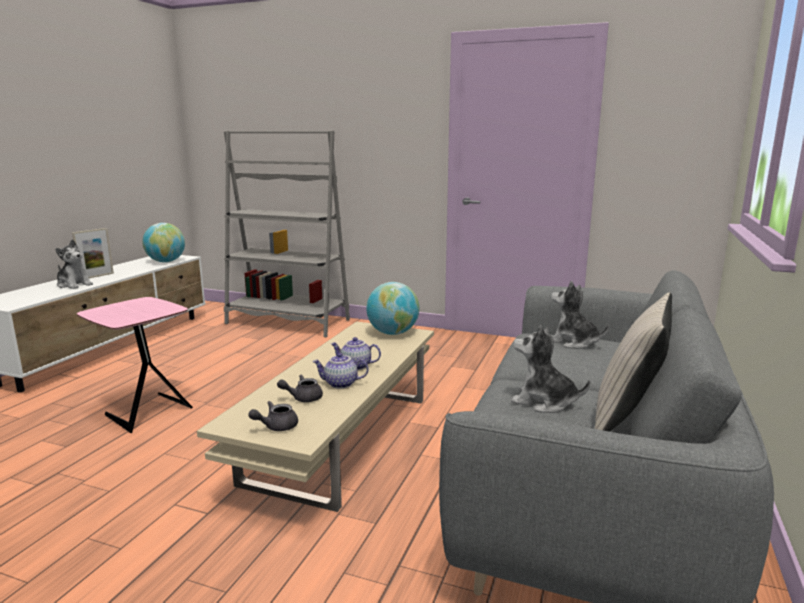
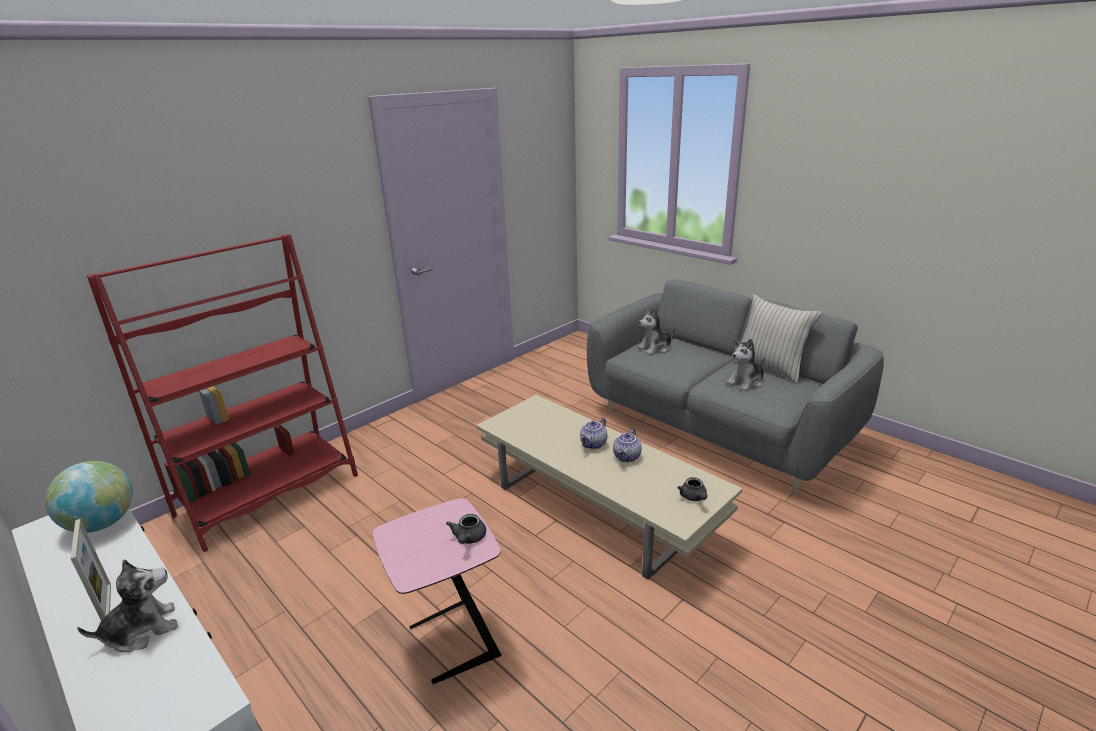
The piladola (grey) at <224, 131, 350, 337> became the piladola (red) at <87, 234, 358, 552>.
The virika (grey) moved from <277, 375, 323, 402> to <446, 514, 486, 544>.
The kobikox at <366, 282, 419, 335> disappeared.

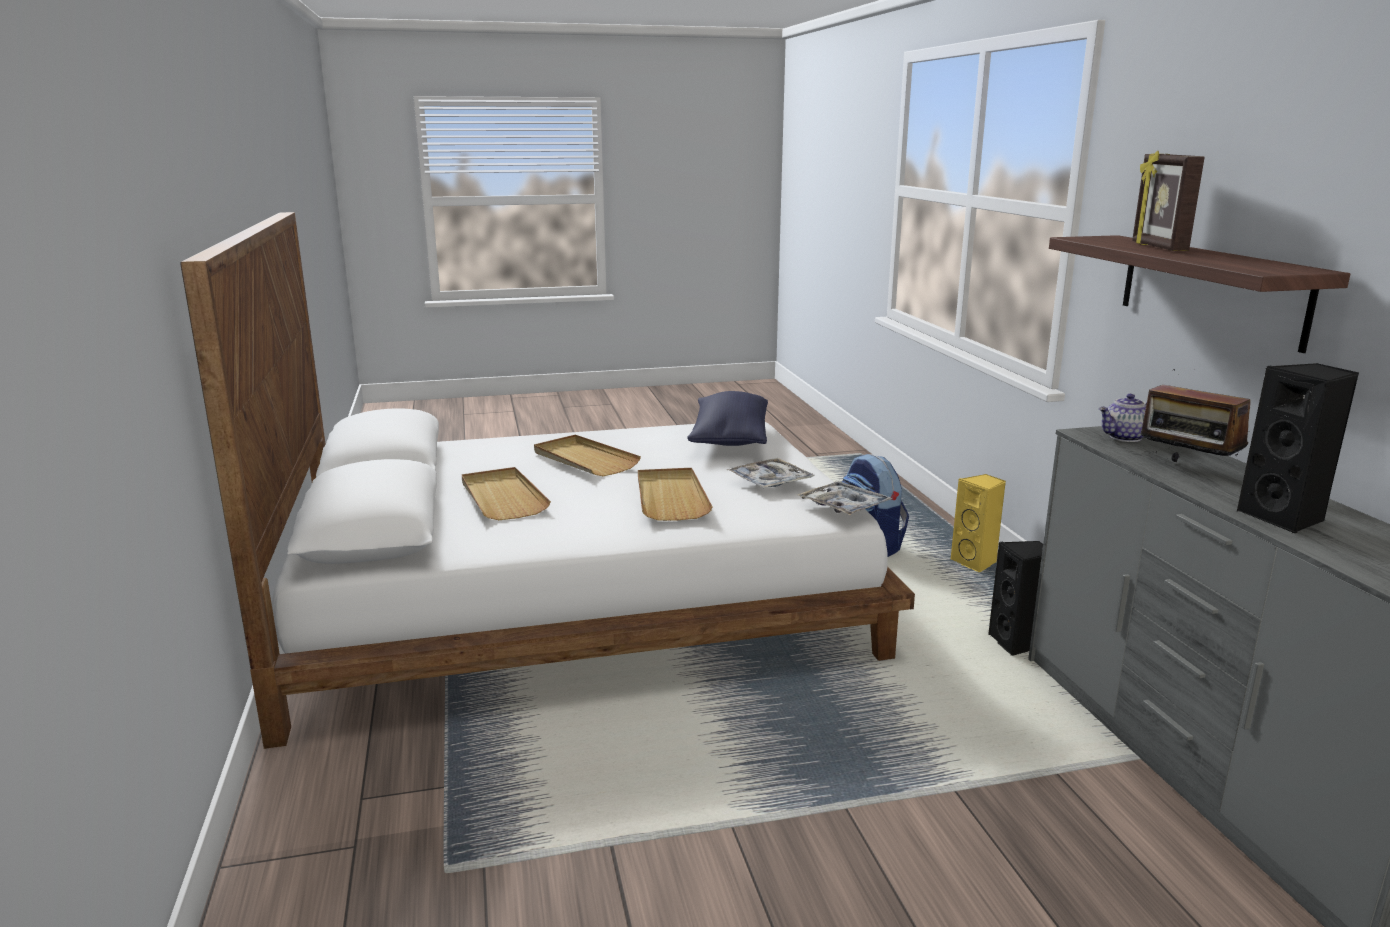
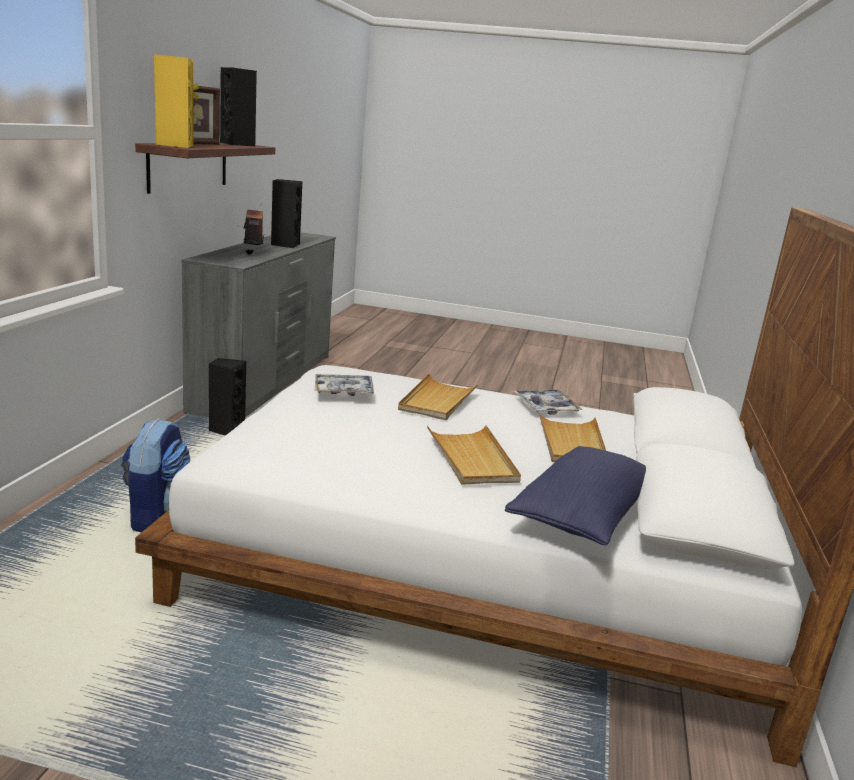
The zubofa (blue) moved from <687, 391, 768, 446> to <505, 446, 646, 545>.
The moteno moved from <798, 481, 893, 515> to <514, 389, 583, 415>.
The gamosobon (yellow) moved from <950, 474, 1006, 573> to <154, 54, 193, 148>.
The virika at <1099, 394, 1147, 442> disappeared.
The gamosobon (black) at <220, 67, 257, 146> appeared.

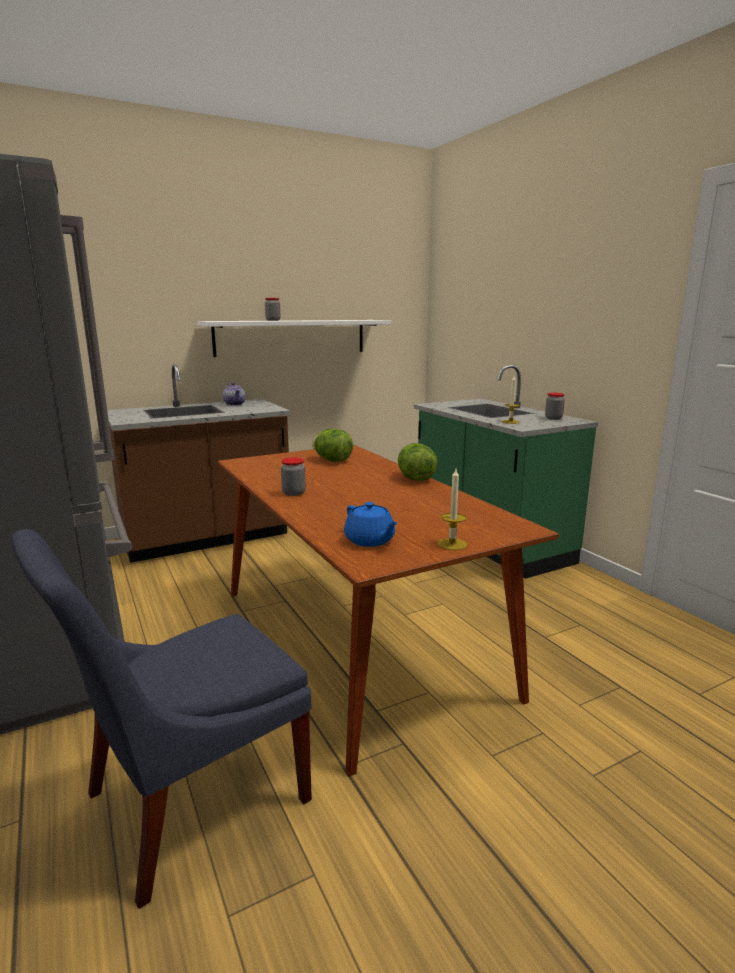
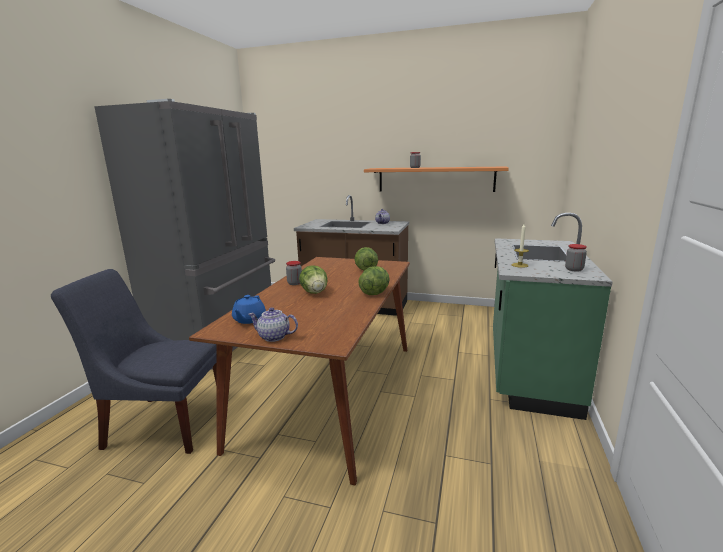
The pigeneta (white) at <197, 320, 391, 357> became the pigeneta (orange) at <364, 166, 509, 192>.
The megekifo at <438, 469, 467, 550> was replaced by the virika at <248, 307, 298, 342>.
The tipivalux at <299, 265, 327, 294> appeared.

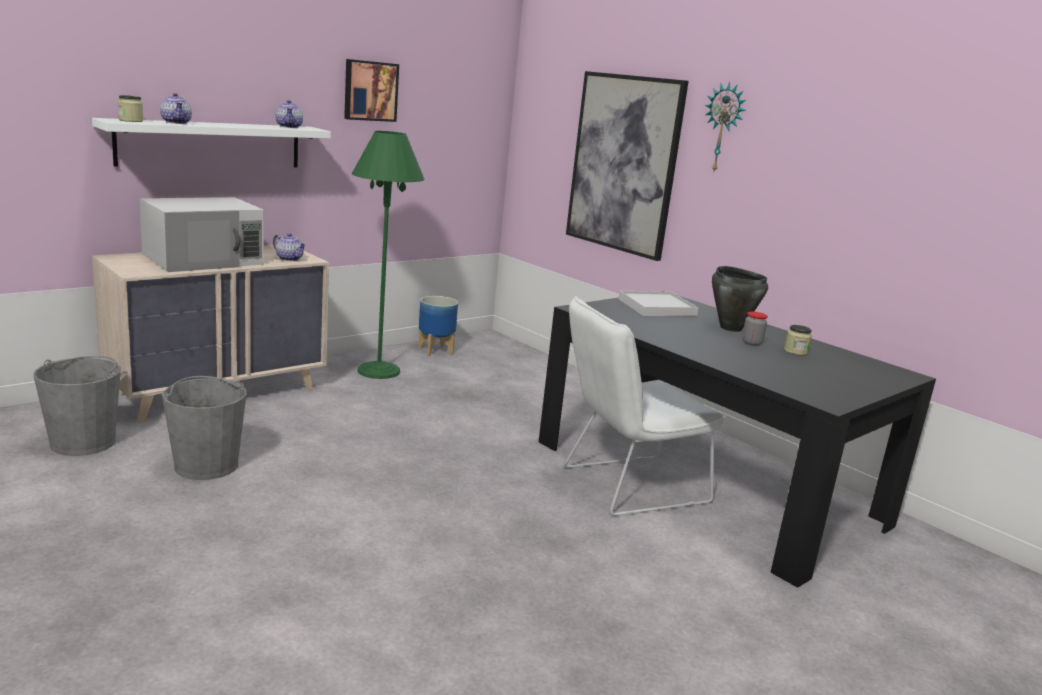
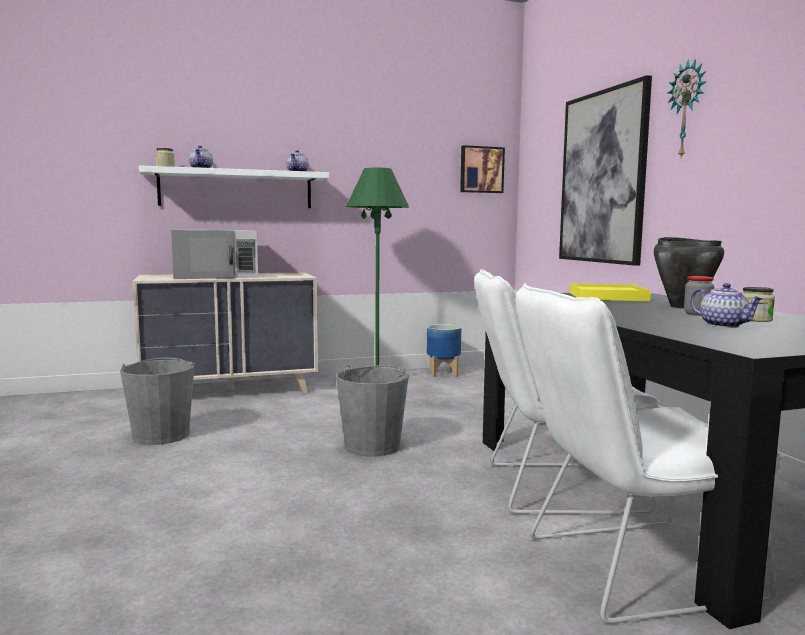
The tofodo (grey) moved from <33, 356, 121, 456> to <336, 365, 409, 457>.
The virika moved from <273, 233, 306, 261> to <690, 283, 764, 328>.
The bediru moved from <344, 59, 399, 122> to <460, 145, 505, 193>.
The moteno (white) at <619, 291, 698, 316> became the moteno (yellow) at <570, 284, 651, 301>.
The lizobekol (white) at <516, 283, 784, 624> appeared.

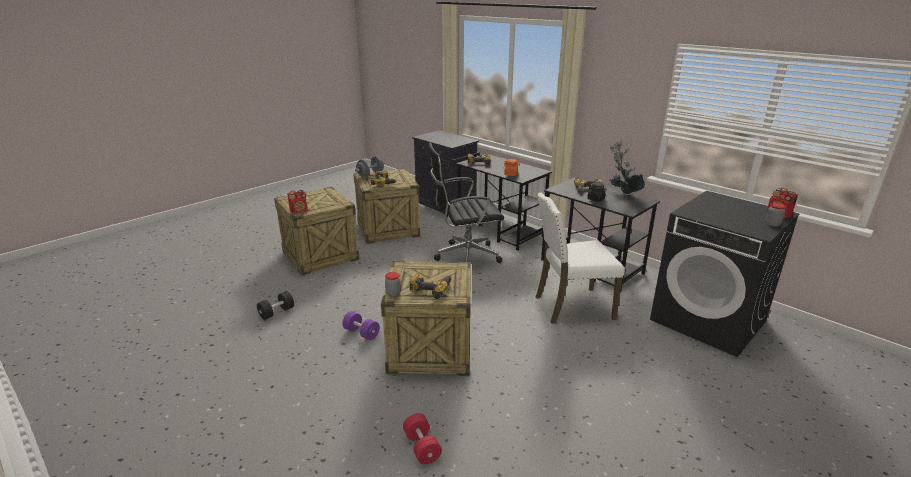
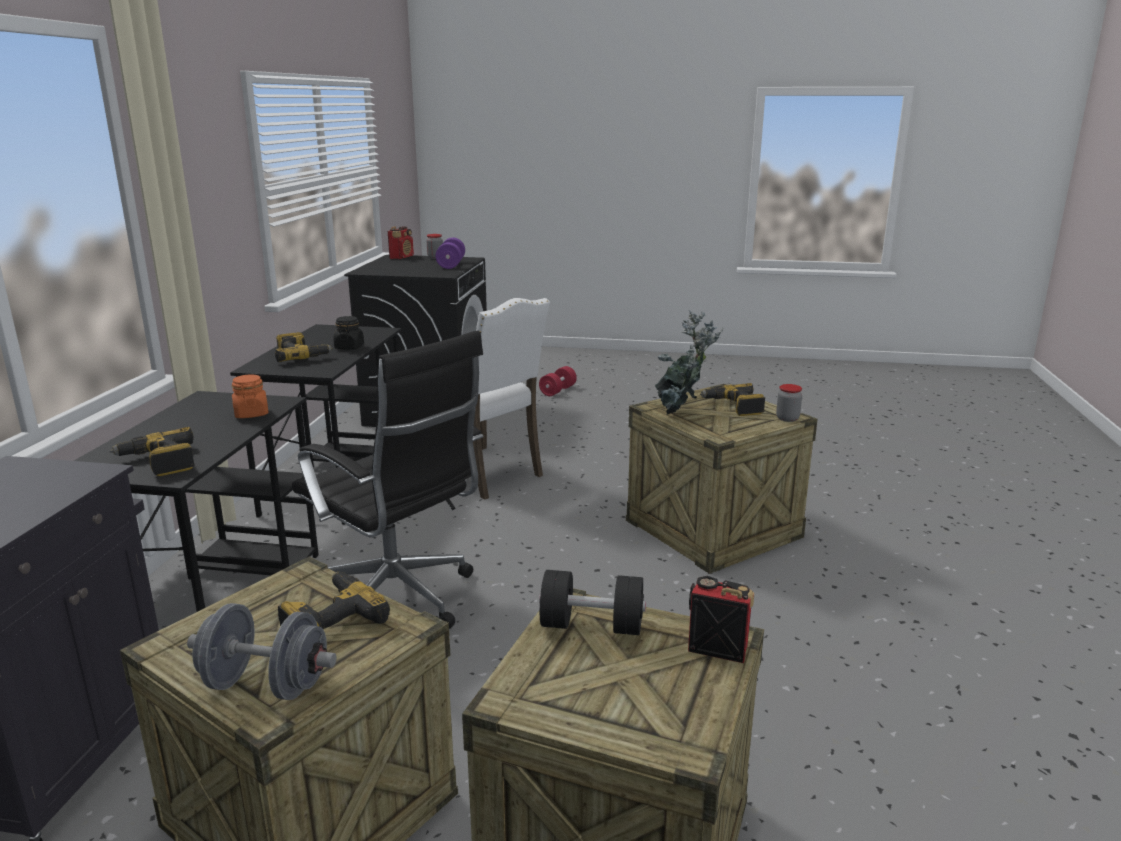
The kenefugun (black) moved from <257, 291, 294, 320> to <539, 570, 646, 635>.
The kenefugun (purple) moved from <342, 311, 380, 340> to <436, 237, 465, 269>.
The kenefugun (red) moved from <403, 413, 442, 464> to <539, 366, 577, 396>.
The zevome moved from <609, 140, 645, 195> to <655, 310, 723, 415>.

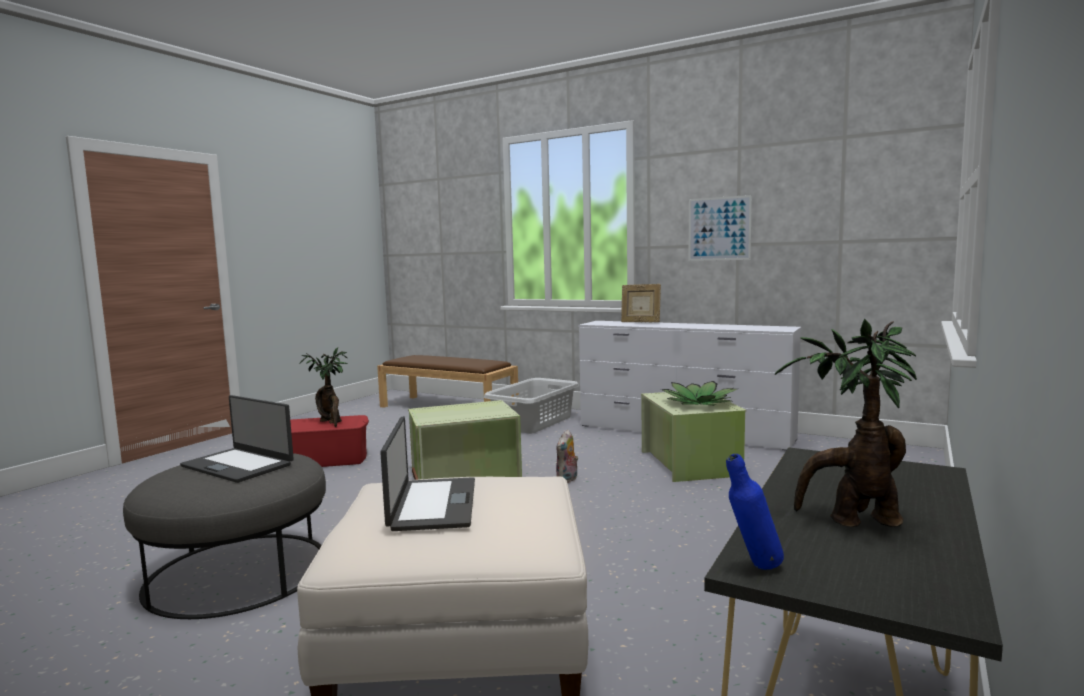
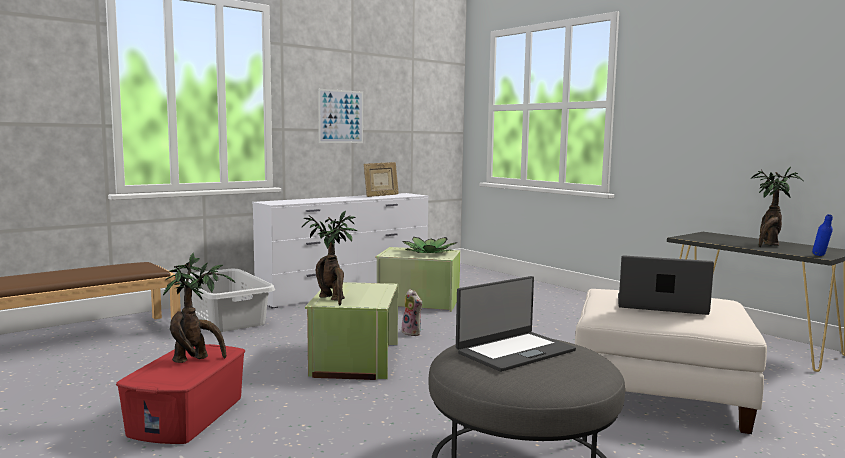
The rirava moved from <621, 284, 661, 322> to <364, 162, 399, 197>.
The zevome at <301, 211, 357, 306> appeared.

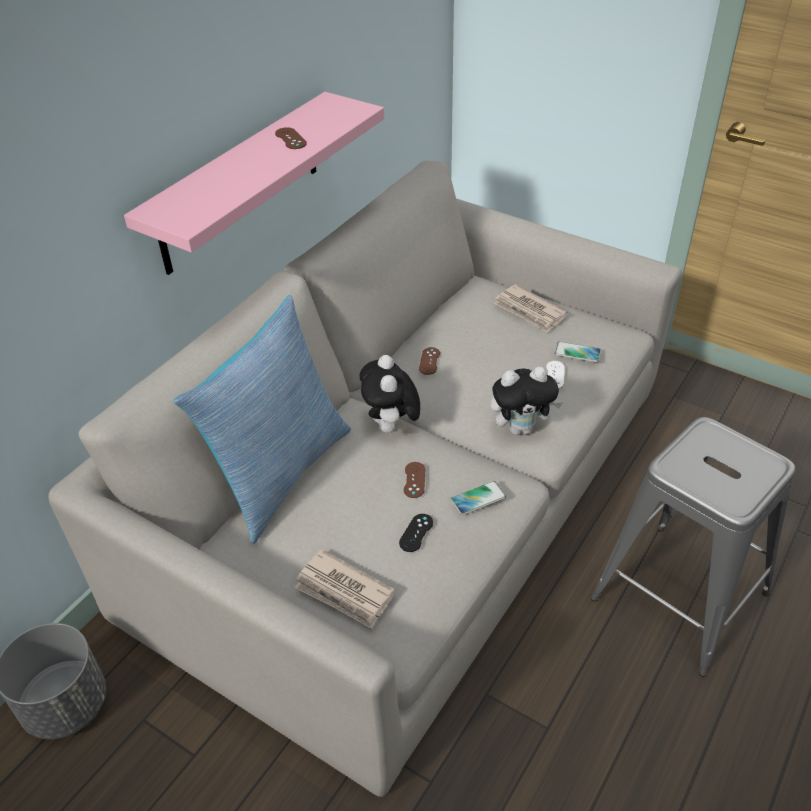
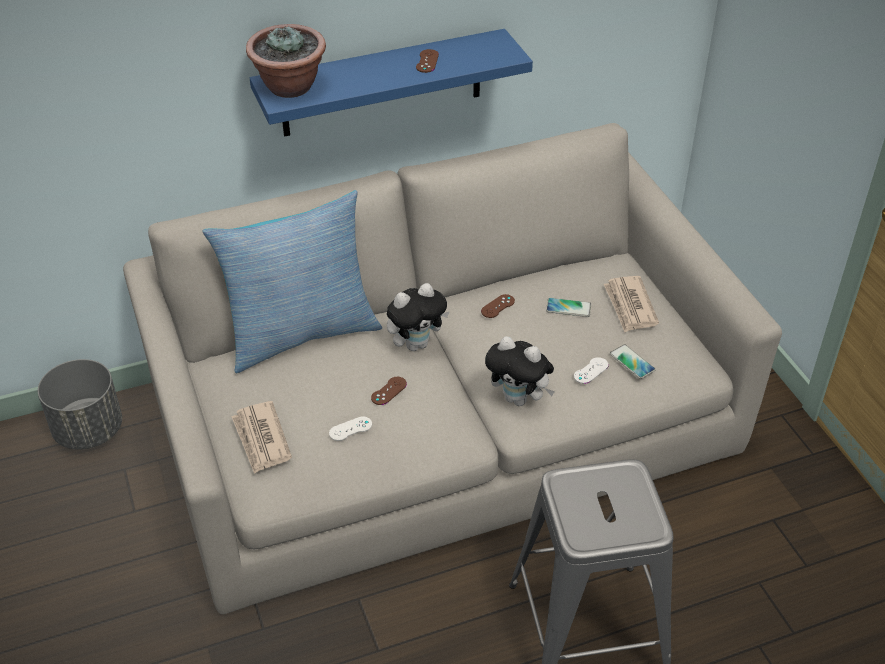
The pigeneta (pink) at <124, 92, 384, 275> became the pigeneta (blue) at <250, 29, 533, 137>.
The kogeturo at <359, 355, 420, 434> turned 150 degrees counterclockwise.
The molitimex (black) at <399, 514, 433, 552> became the molitimex (white) at <329, 416, 372, 441>.
The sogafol moved from <451, 481, 506, 515> to <546, 298, 591, 317>.
The zevome at <246, 24, 326, 98> appeared.

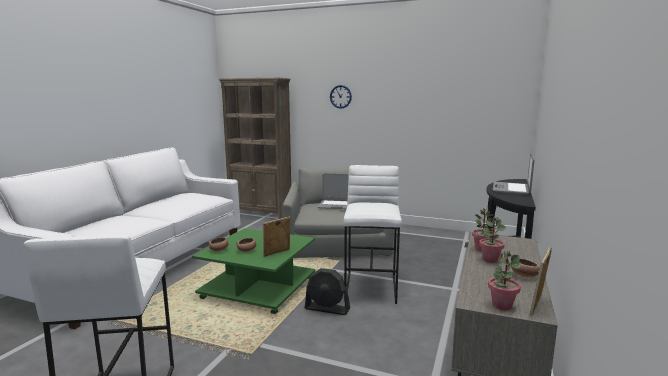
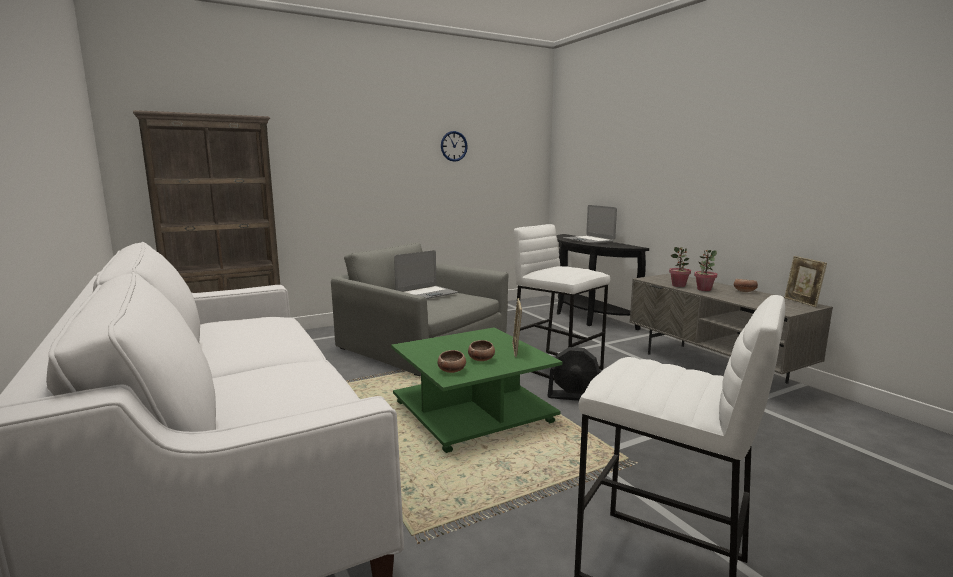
The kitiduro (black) at <305, 268, 350, 315> turned 45 degrees clockwise.
The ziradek moved from <330, 85, 352, 109> to <441, 131, 468, 162>.
The zevome at <488, 251, 521, 310> disappeared.

